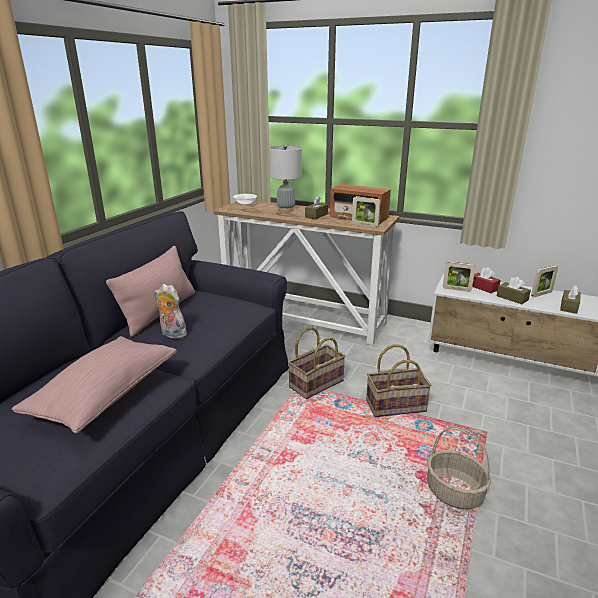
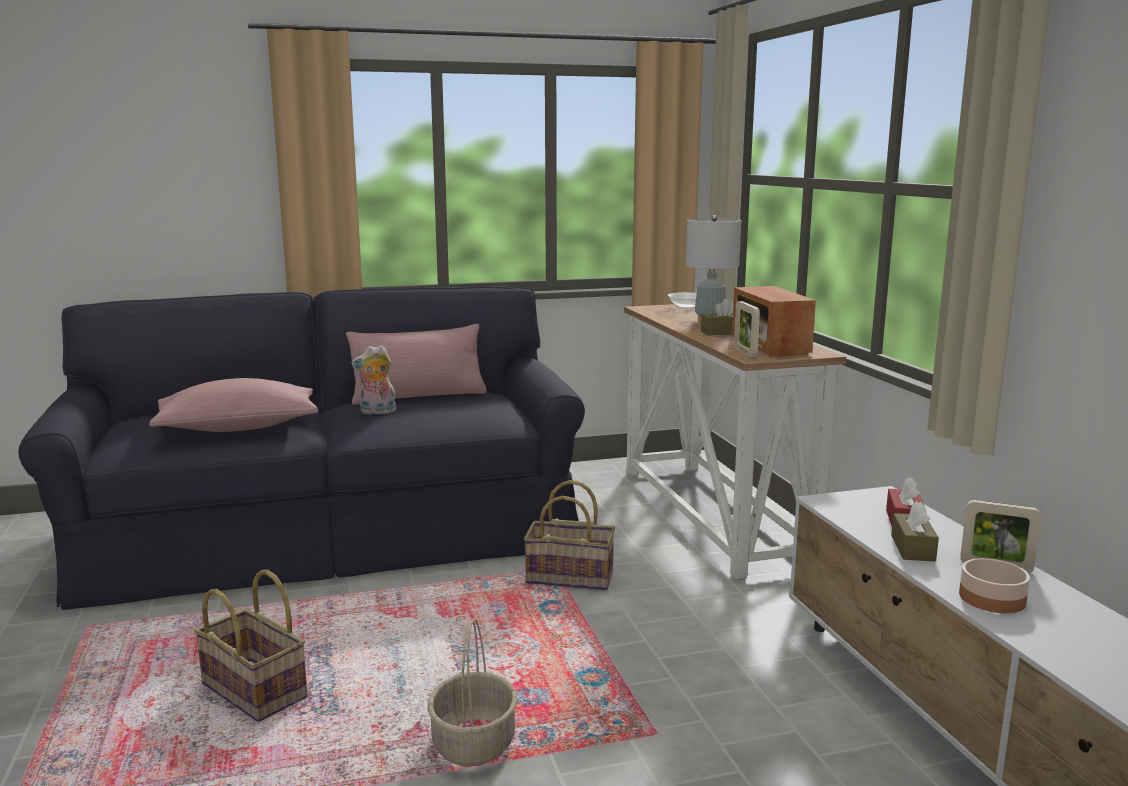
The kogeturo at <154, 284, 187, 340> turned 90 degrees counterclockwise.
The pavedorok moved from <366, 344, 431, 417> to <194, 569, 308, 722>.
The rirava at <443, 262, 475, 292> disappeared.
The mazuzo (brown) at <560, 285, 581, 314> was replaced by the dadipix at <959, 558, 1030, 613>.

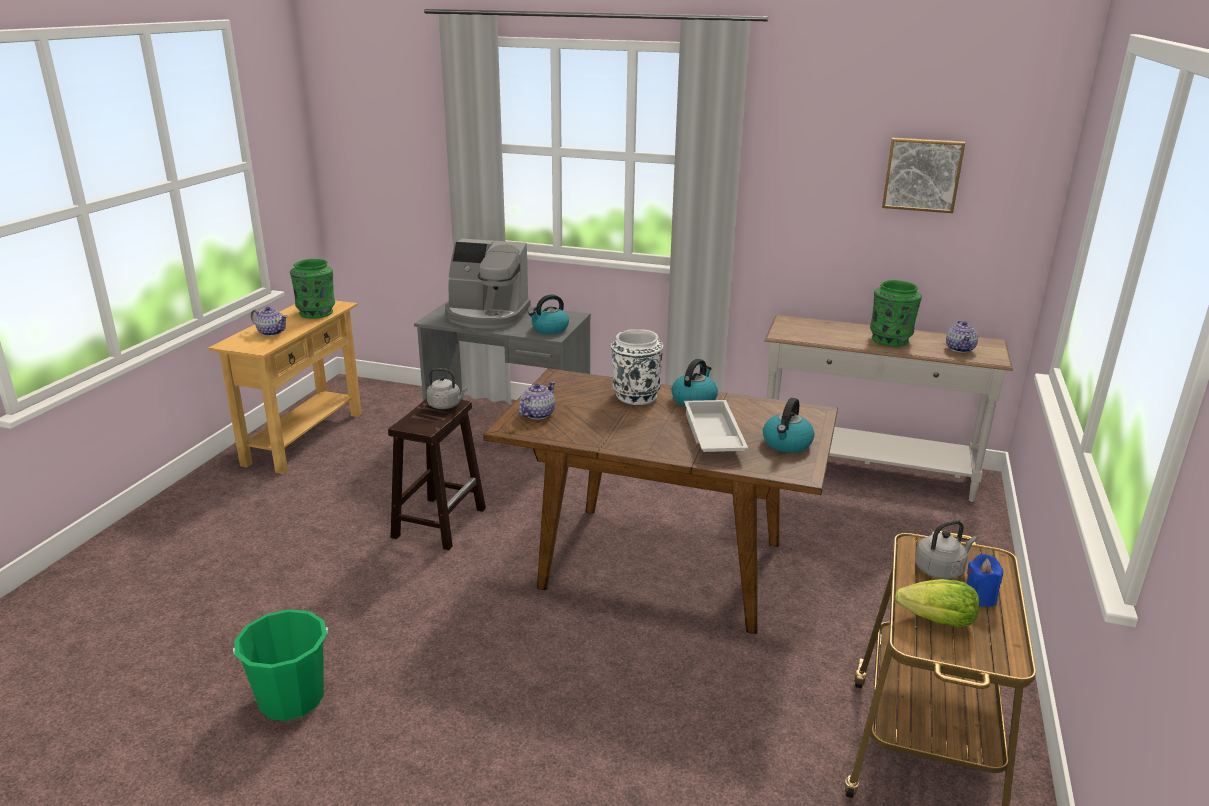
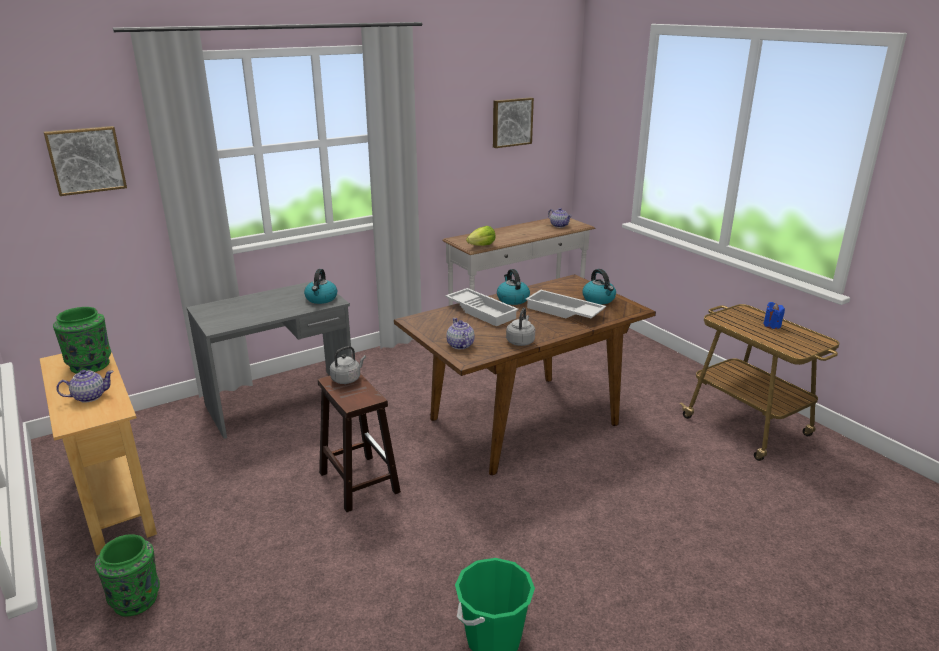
The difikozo at <445, 239, 531, 329> disappeared.
The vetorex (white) at <611, 329, 663, 405> was replaced by the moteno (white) at <445, 288, 519, 326>.
The vetorex (green) moved from <870, 280, 922, 346> to <95, 534, 160, 616>.
The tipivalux moved from <895, 579, 980, 628> to <466, 226, 496, 246>.
The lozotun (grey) moved from <915, 520, 977, 580> to <506, 308, 535, 346>.
The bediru at <43, 126, 127, 196> appeared.

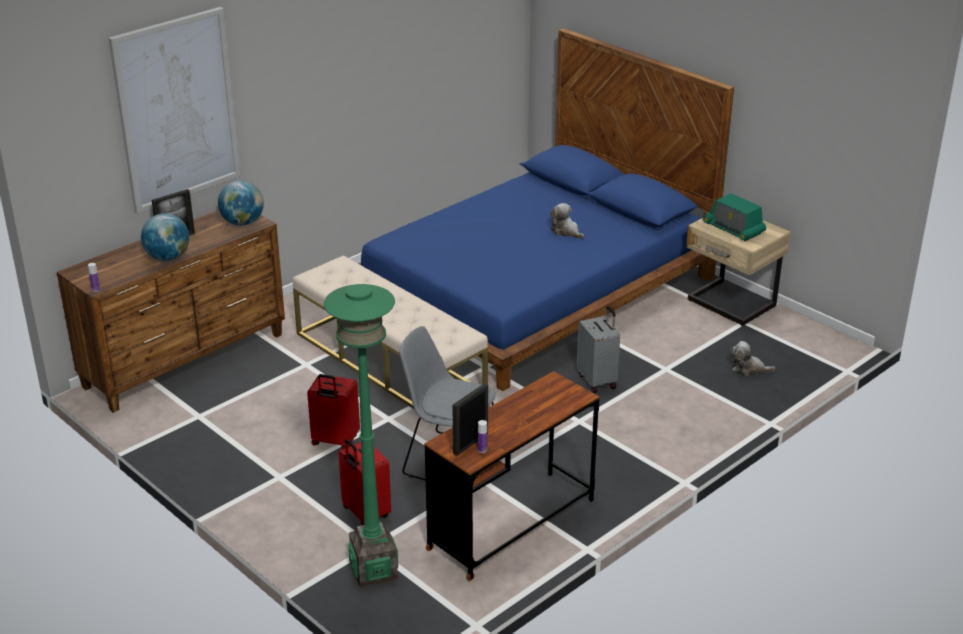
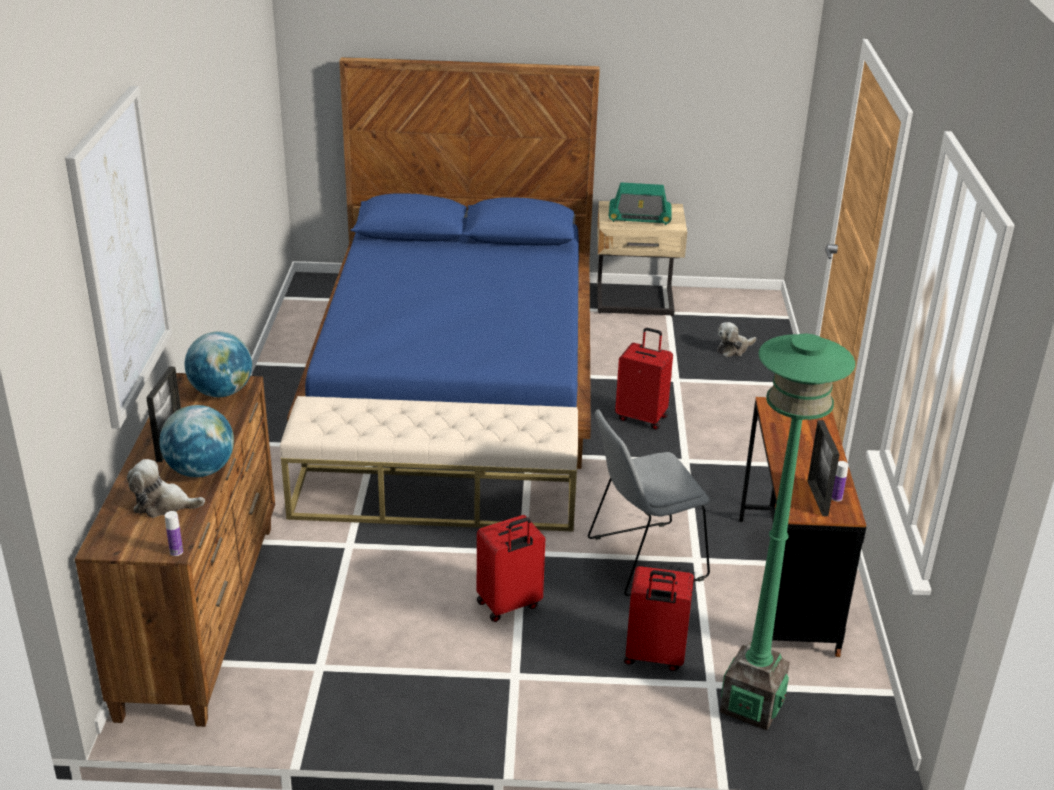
The kogeturo moved from <550, 203, 584, 239> to <127, 459, 205, 518>.
The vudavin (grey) at <577, 306, 620, 393> became the vudavin (red) at <615, 328, 673, 430>.

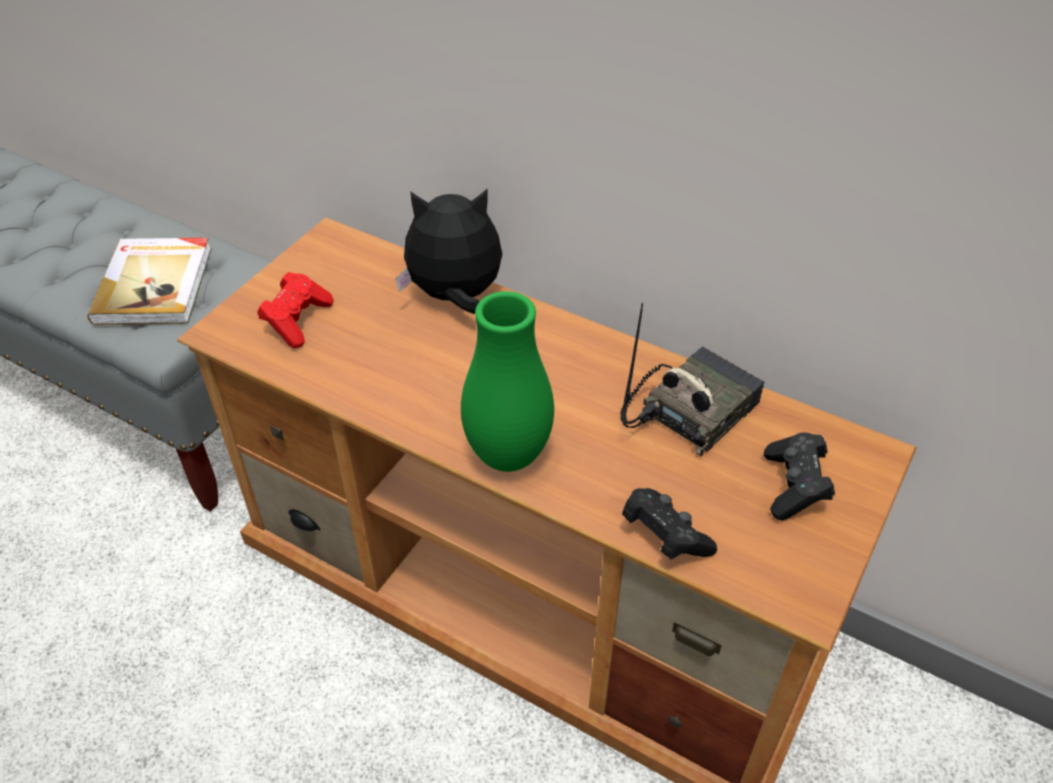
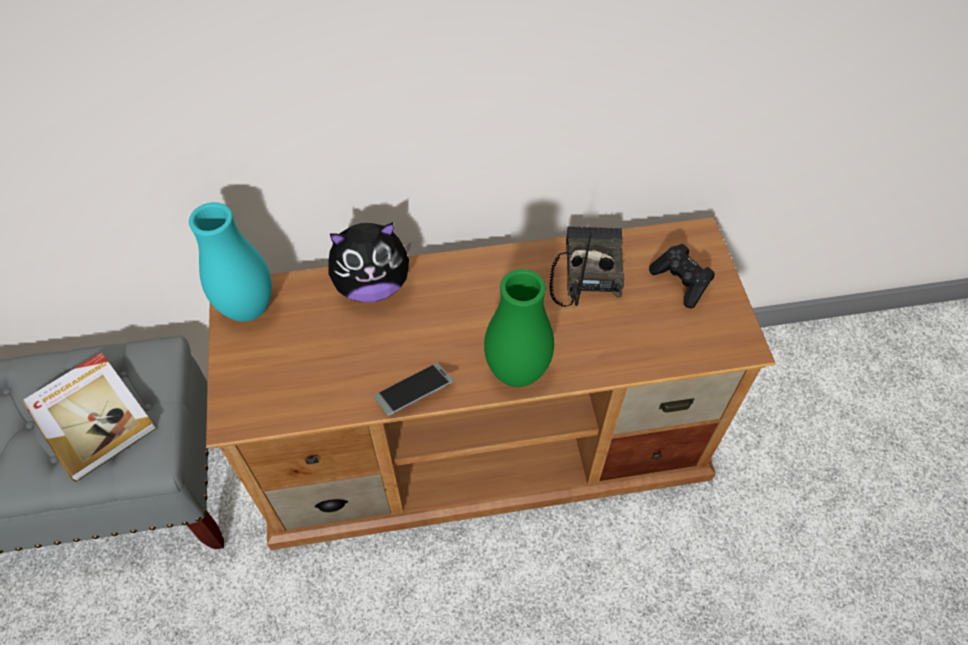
The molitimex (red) at <258, 272, 334, 348> disappeared.
The kogeturo at <395, 189, 502, 314> turned 150 degrees counterclockwise.
The molitimex (black) at <622, 488, 717, 559> disappeared.
The vetorex (turquoise) at <189, 202, 272, 322> appeared.
The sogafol at <374, 363, 453, 416> appeared.

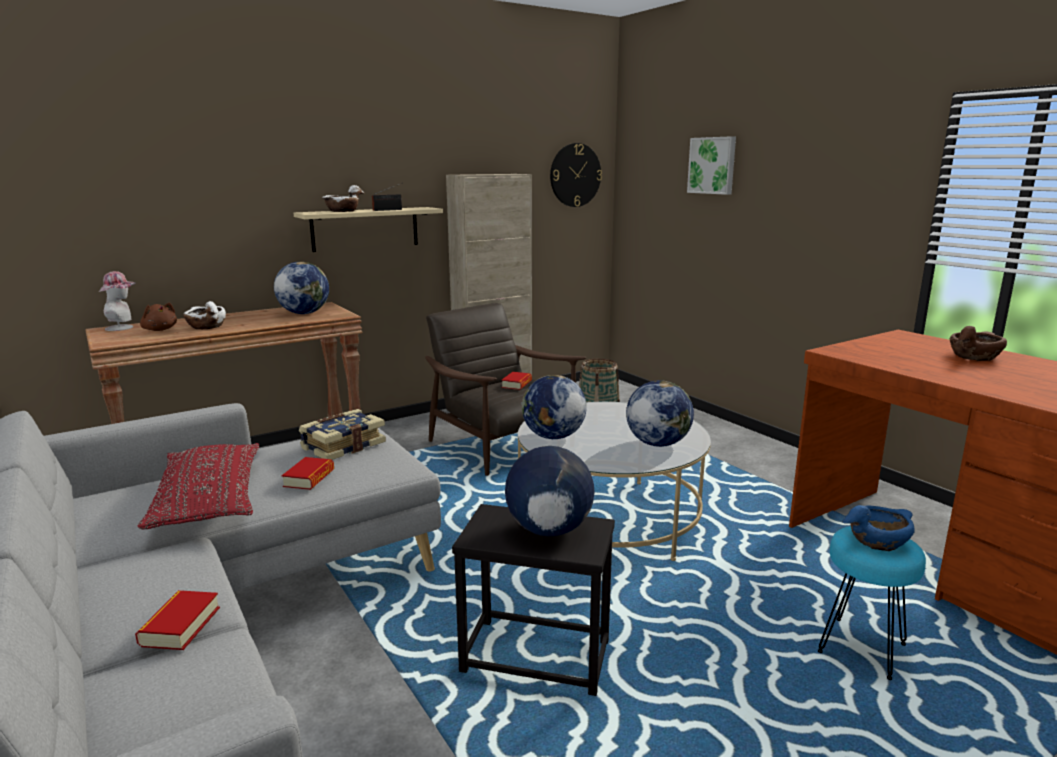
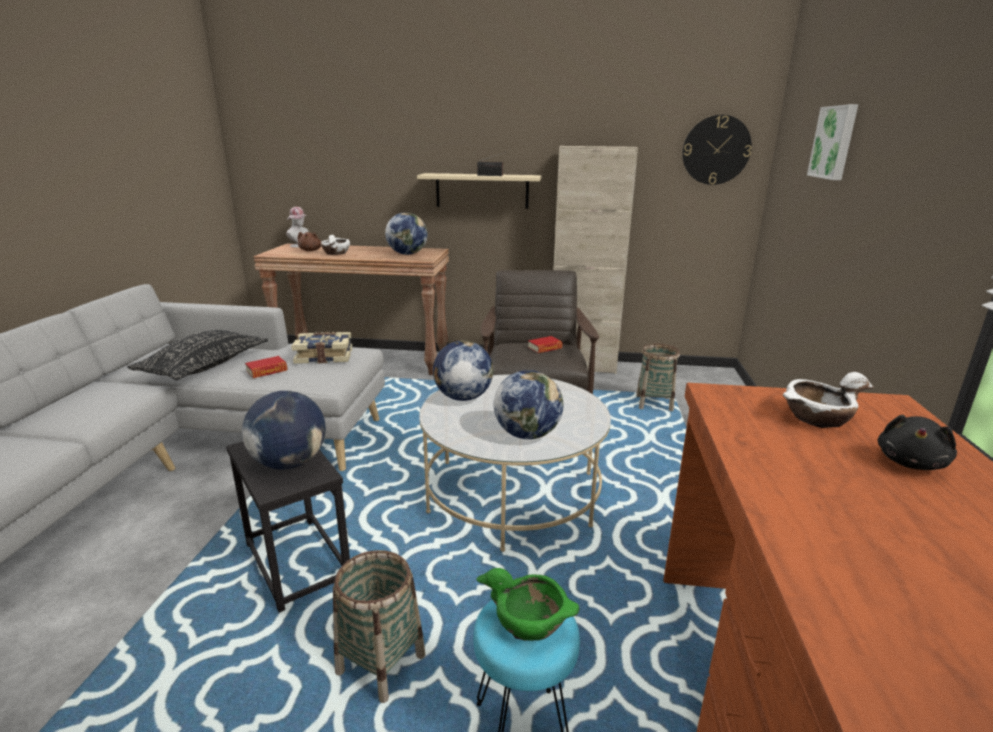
The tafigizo at <135, 590, 220, 650> disappeared.
The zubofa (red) at <138, 443, 259, 529> became the zubofa (black) at <127, 330, 268, 380>.
The dadipix (white) moved from <322, 185, 365, 212> to <783, 372, 874, 428>.
The dadipix (blue) at <842, 505, 915, 551> became the dadipix (green) at <476, 568, 580, 641>.
The dadipix (brown) at <950, 326, 1007, 361> was replaced by the kogeturo (black) at <878, 415, 957, 470>.
The pavedorok at <333, 550, 425, 703> appeared.

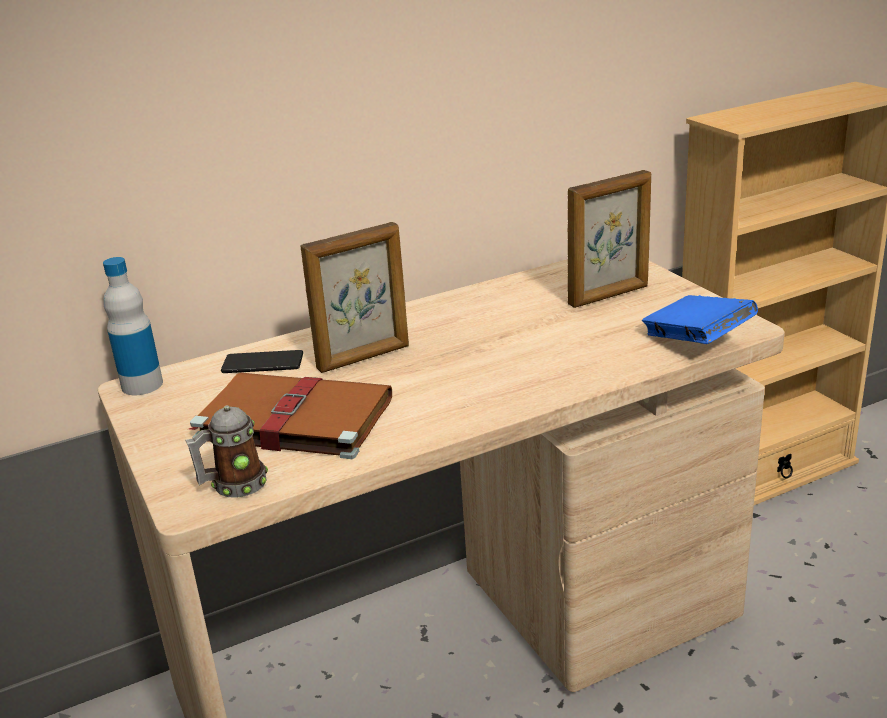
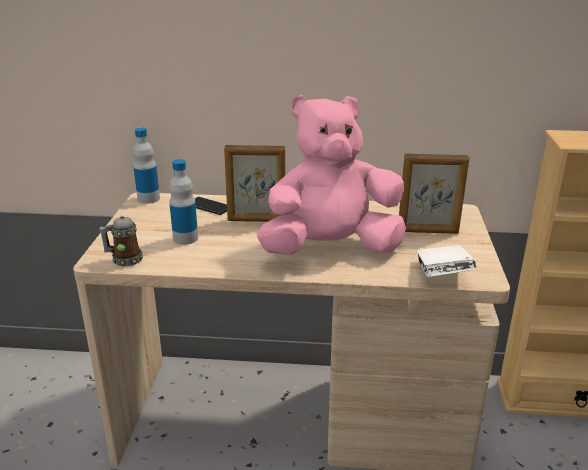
The tafigizo (brown) at <189, 373, 392, 459> was replaced by the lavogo at <169, 159, 198, 245>.
The tafigizo (blue) at <642, 295, 758, 344> became the tafigizo (white) at <417, 245, 477, 277>.
The kogeturo (pink) at <256, 95, 406, 255> appeared.

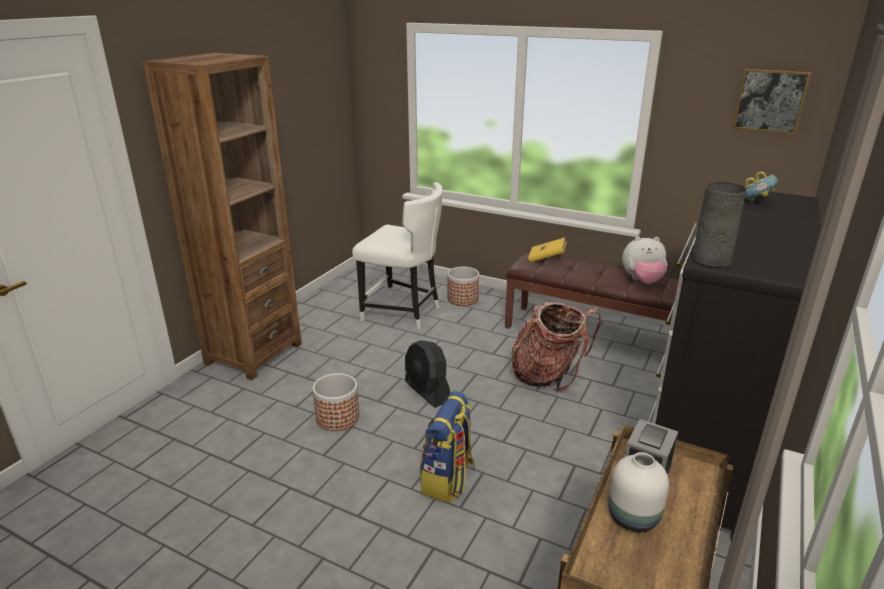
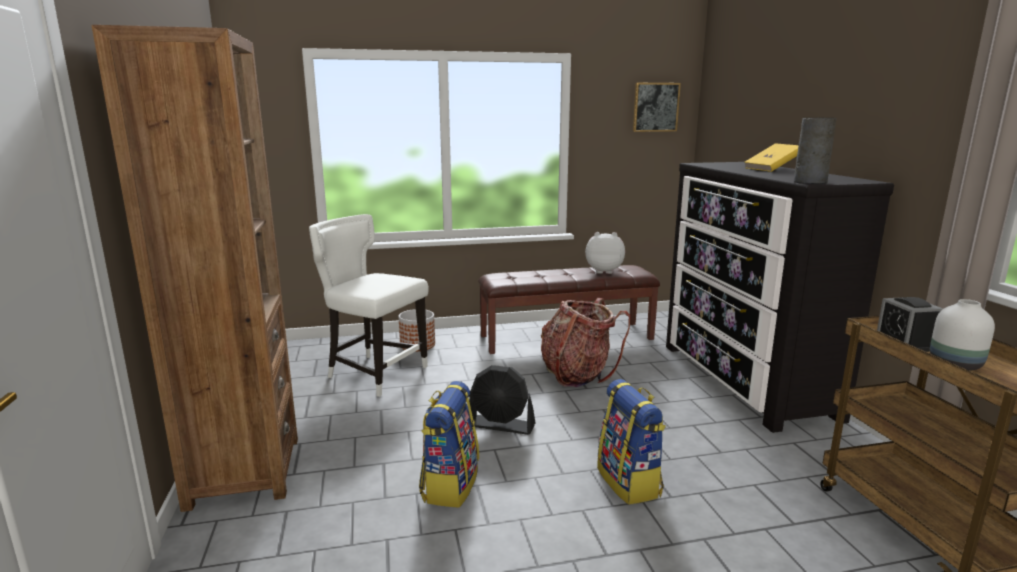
The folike at <313, 373, 359, 431> was replaced by the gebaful at <419, 381, 479, 508>.
The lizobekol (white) at <352, 182, 443, 330> turned 135 degrees counterclockwise.
The tafigizo (yellow) moved from <528, 237, 567, 262> to <744, 143, 798, 172>.
The kogeturo at <622, 237, 667, 284> turned 135 degrees counterclockwise.
The dadipix at <745, 172, 778, 202> disappeared.

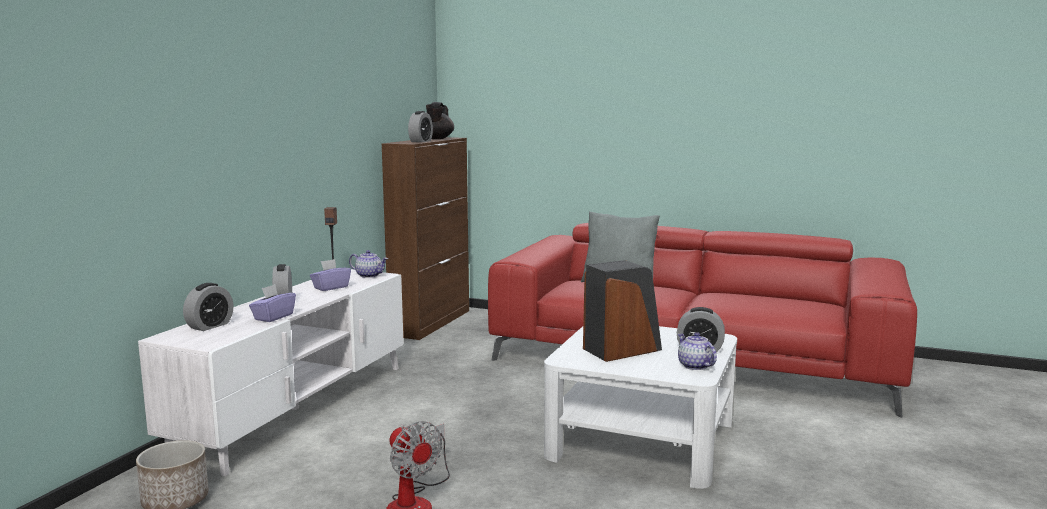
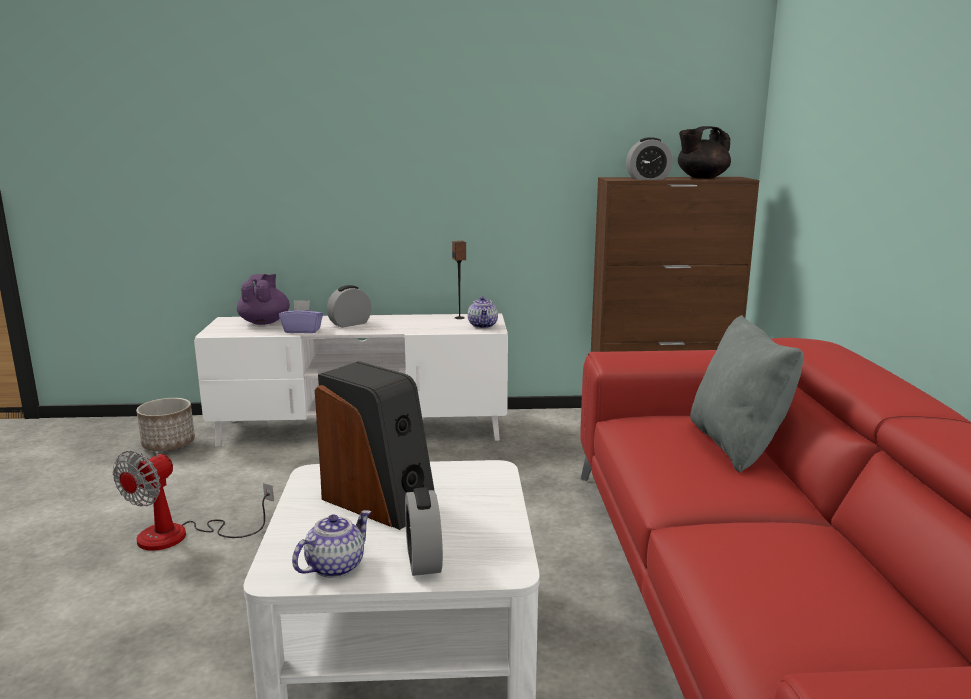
The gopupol at <183, 283, 233, 331> was replaced by the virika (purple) at <237, 274, 290, 325>.
The mazuzo (purple) at <310, 259, 351, 291> disappeared.

